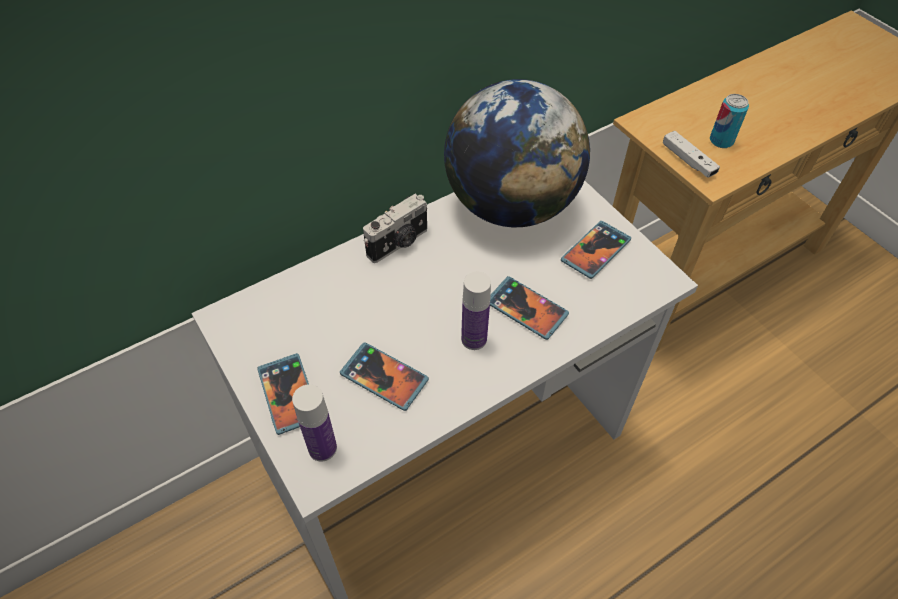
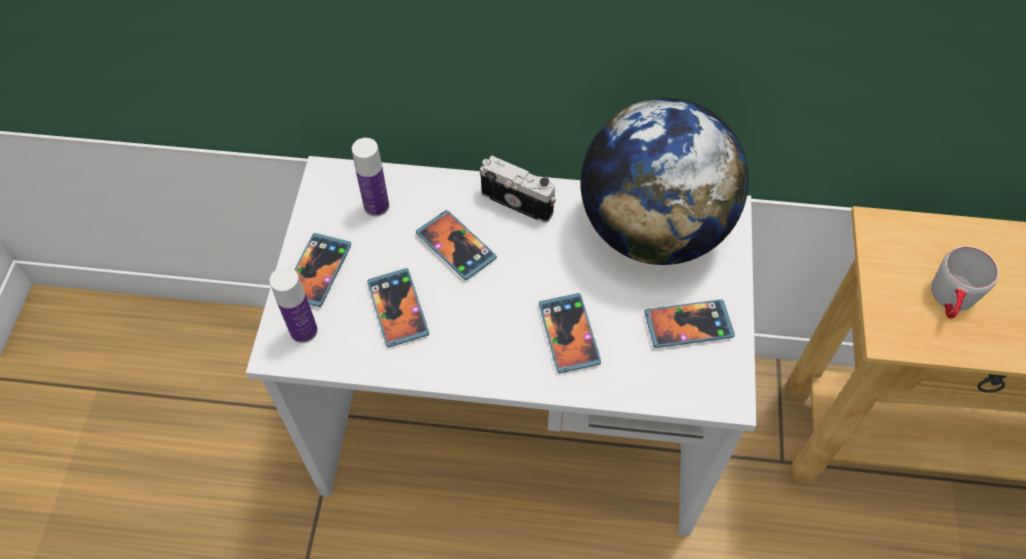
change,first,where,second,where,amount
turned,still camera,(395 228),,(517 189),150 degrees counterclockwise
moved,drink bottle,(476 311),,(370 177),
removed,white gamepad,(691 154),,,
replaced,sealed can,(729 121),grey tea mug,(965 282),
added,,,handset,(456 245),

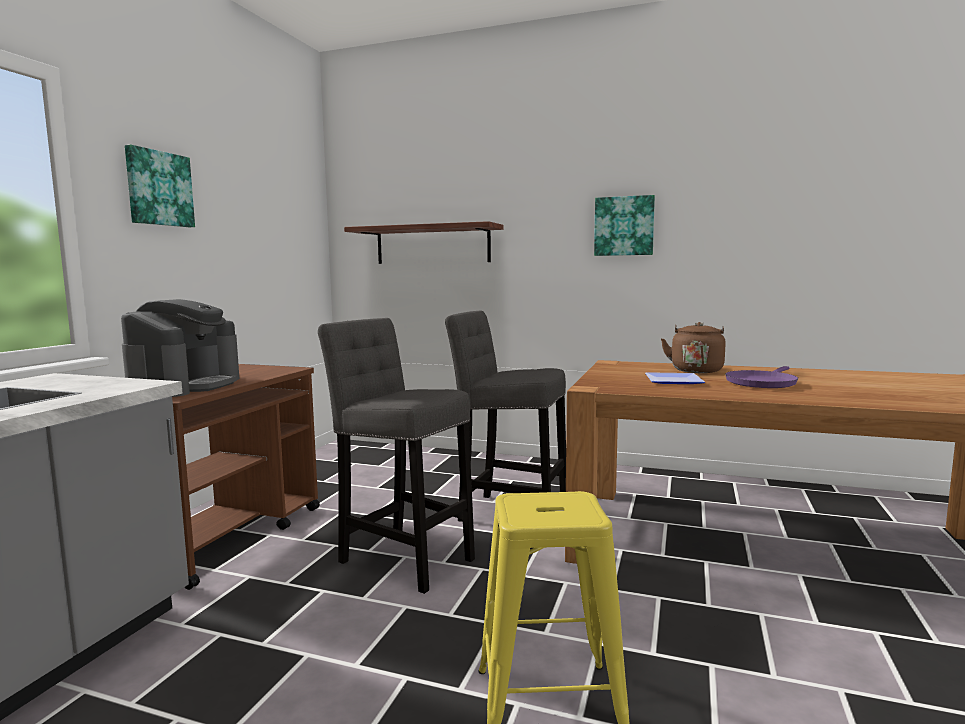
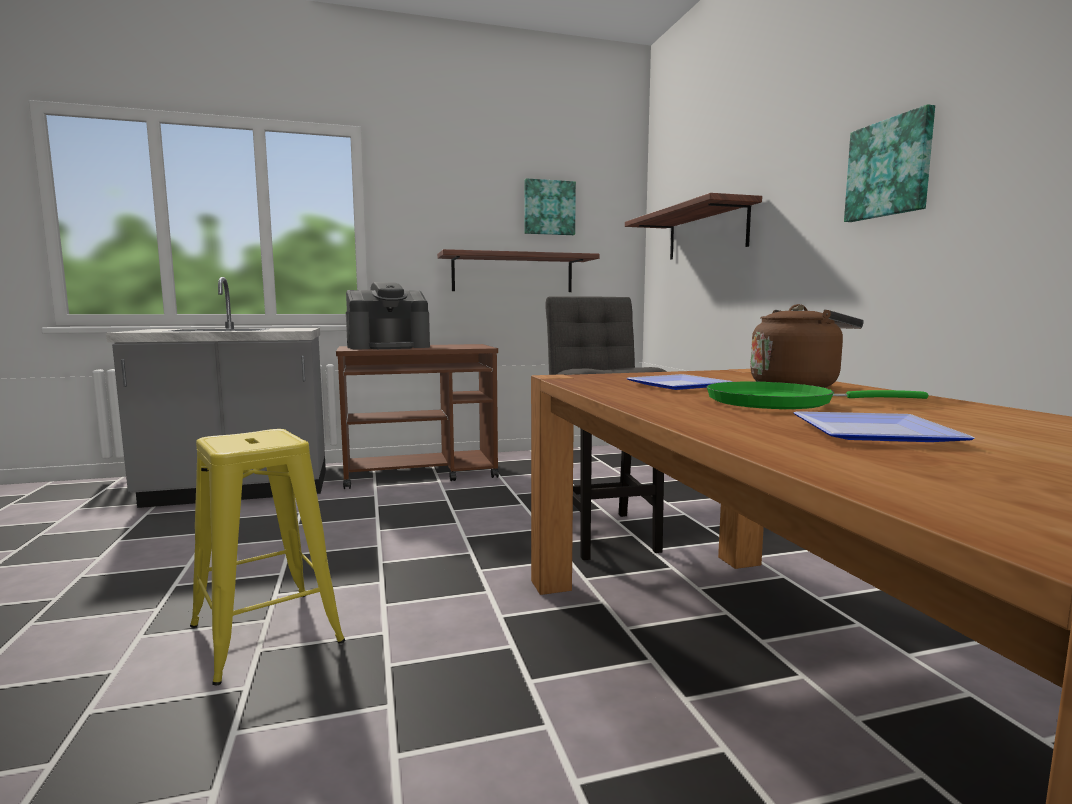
change,first,where,second,where,amount
moved,wall art,(160 185),,(550 206),
removed,grey stool,(396 456),,,
recoloured,purple-coloured frying pan,(761 377),green frying pan,(817 395),
added,,,wall shelf,(518 270),
added,,,dinner plate,(883 426),

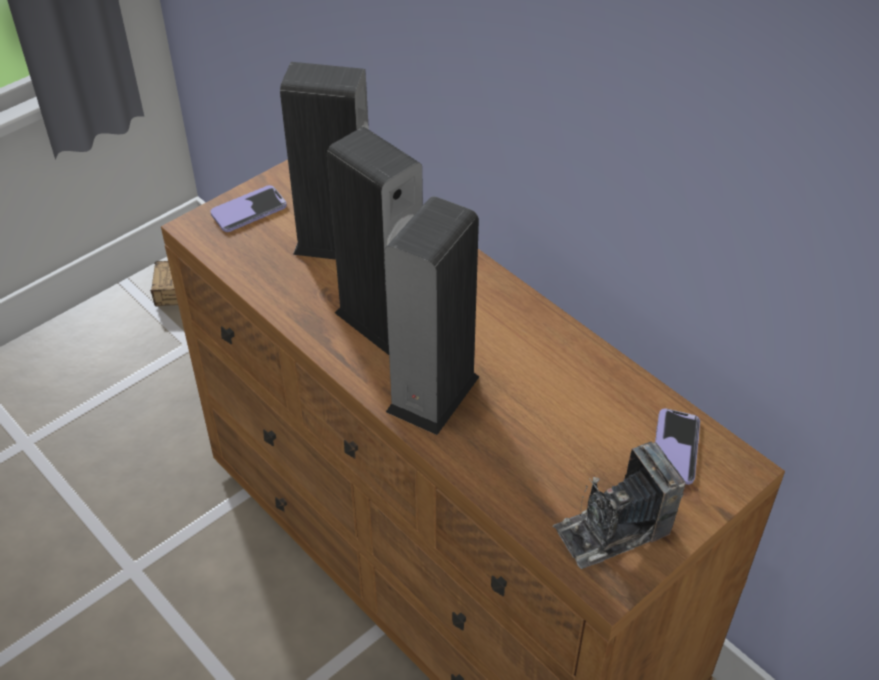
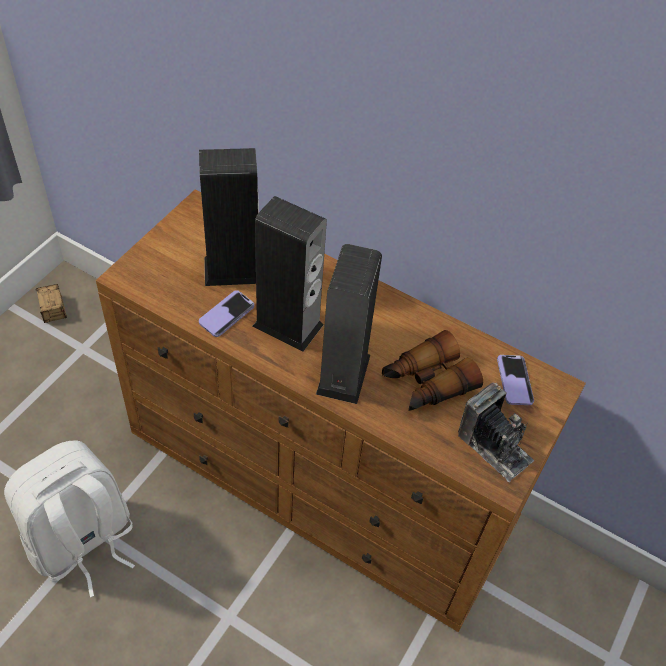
change,first,where,second,where,amount
moved,handset,(249 208),,(226 313),
turned,still camera,(619 505),,(496 432),90 degrees counterclockwise
added,,,white rucksack,(69 519),
added,,,pair of binoculars,(432 370),

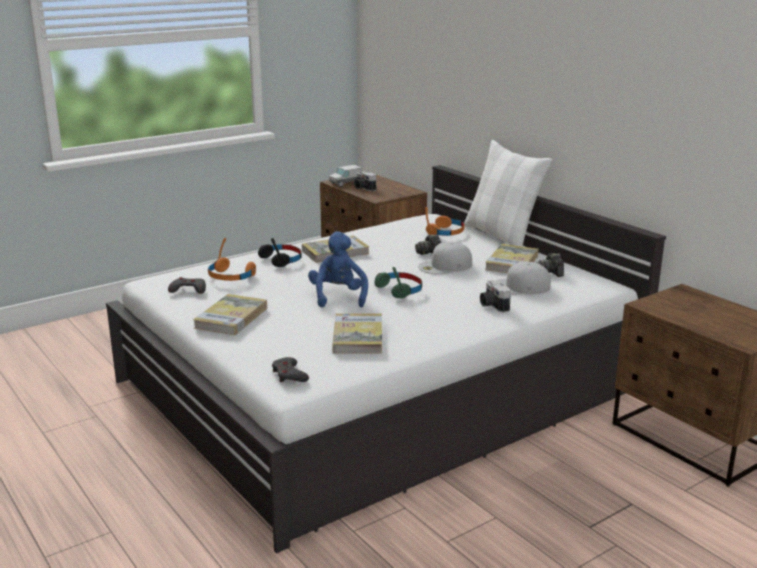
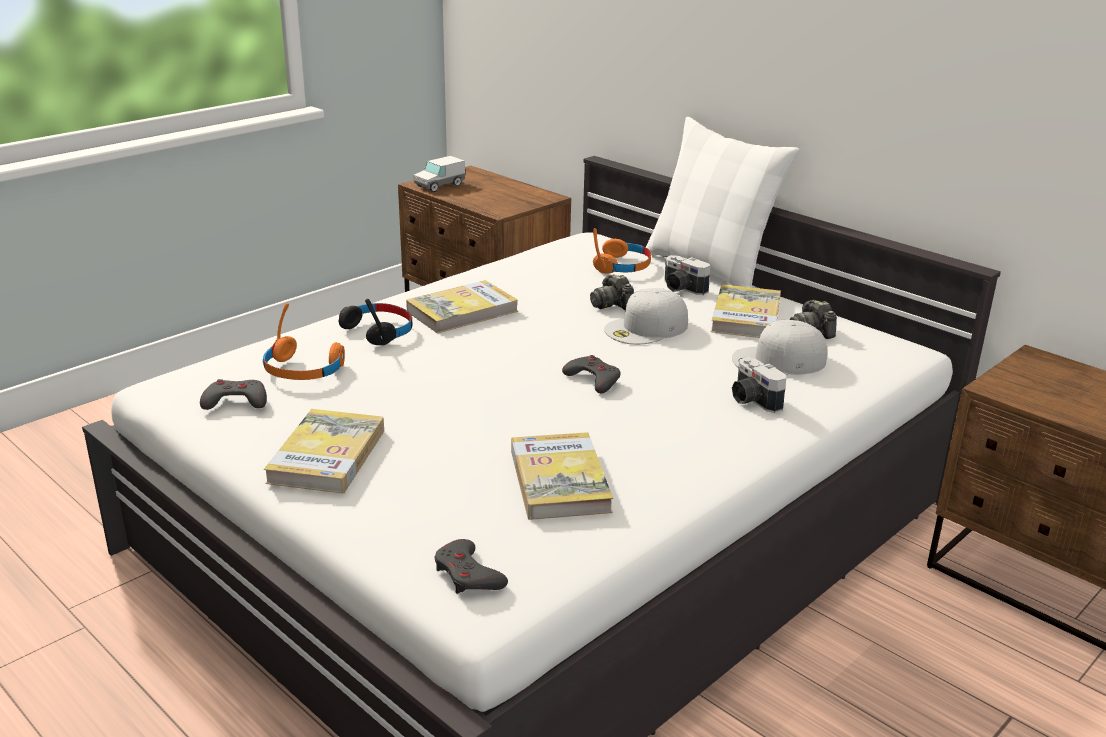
change,first,where,second,where,amount
removed,blue plush toy,(338 269),,,
moved,still camera,(365 181),,(687 275),
replaced,green headphones,(398 282),grey gamepad,(591 374),

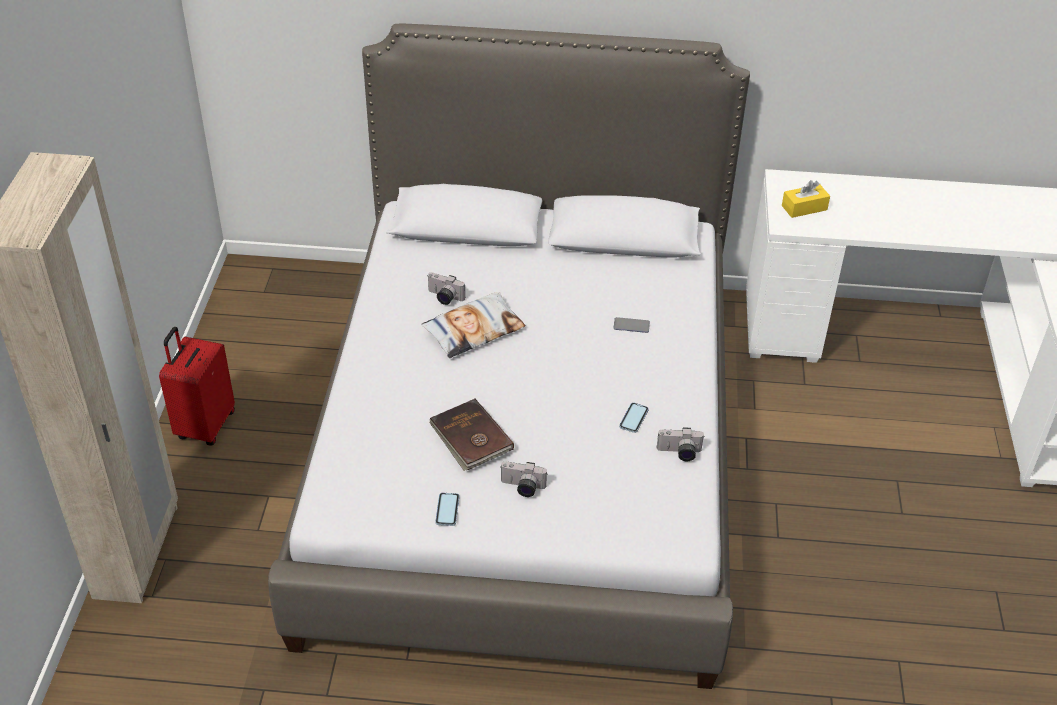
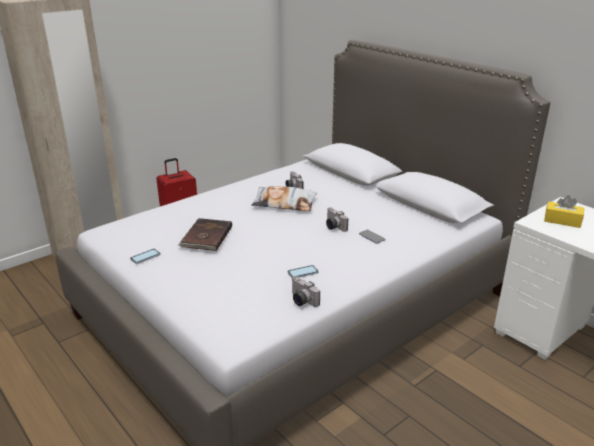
change,first,where,second,where,amount
moved,still camera,(523 479),,(337 220),

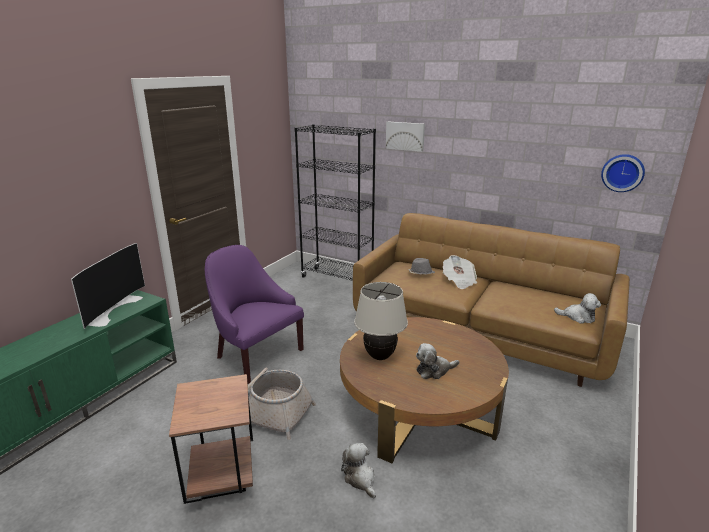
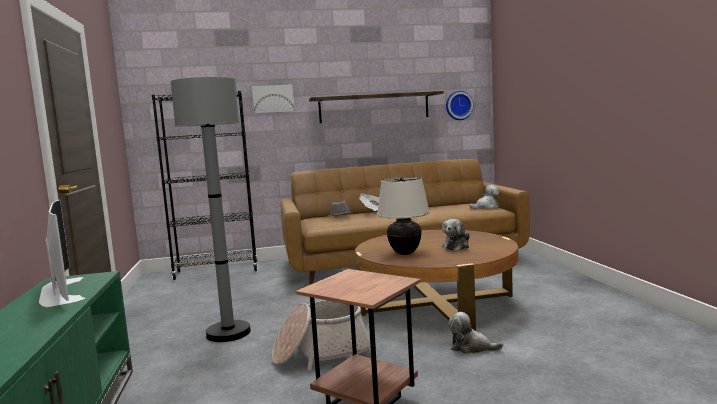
change,first,where,second,where,amount
replaced,purple-coloured lounge chair,(254 314),grey floor lamp,(210 209),
added,,,wall shelf,(376 107),

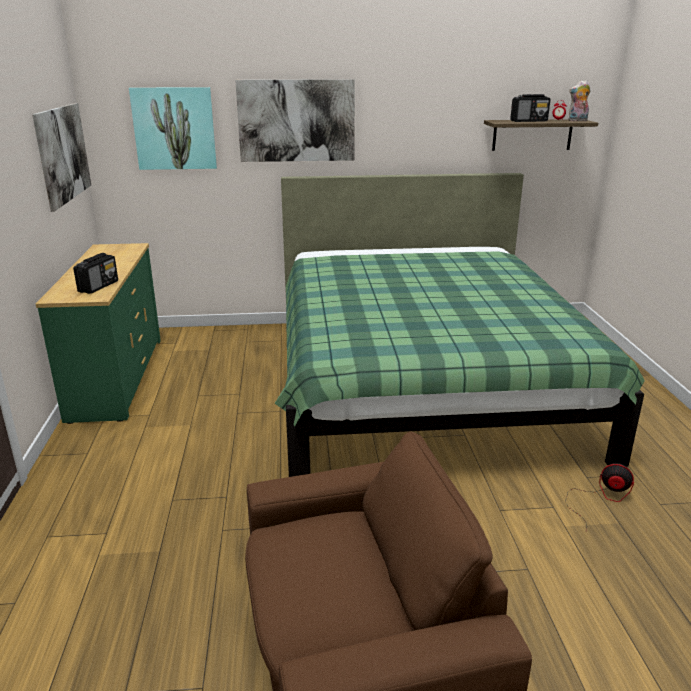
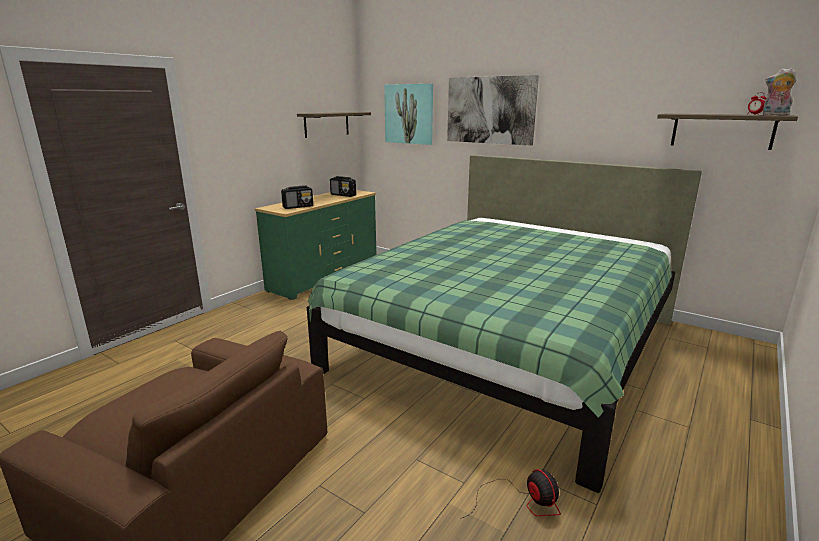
change,first,where,second,where,amount
replaced,wall art,(61 157),wall shelf,(334 125),
moved,radio receiver,(530 108),,(343 186),

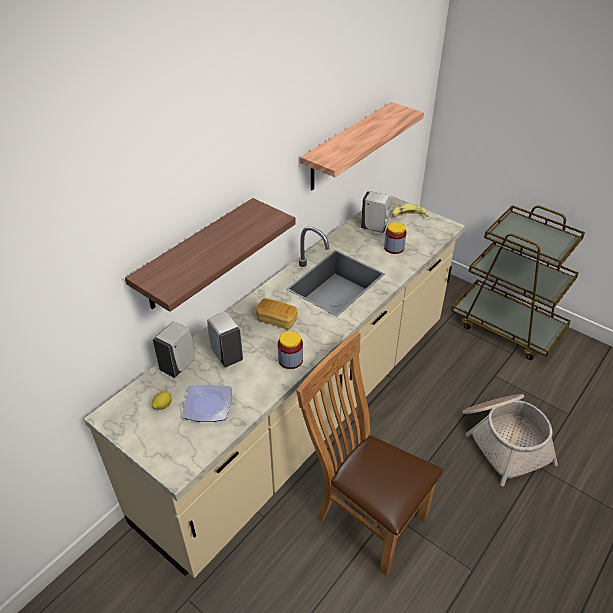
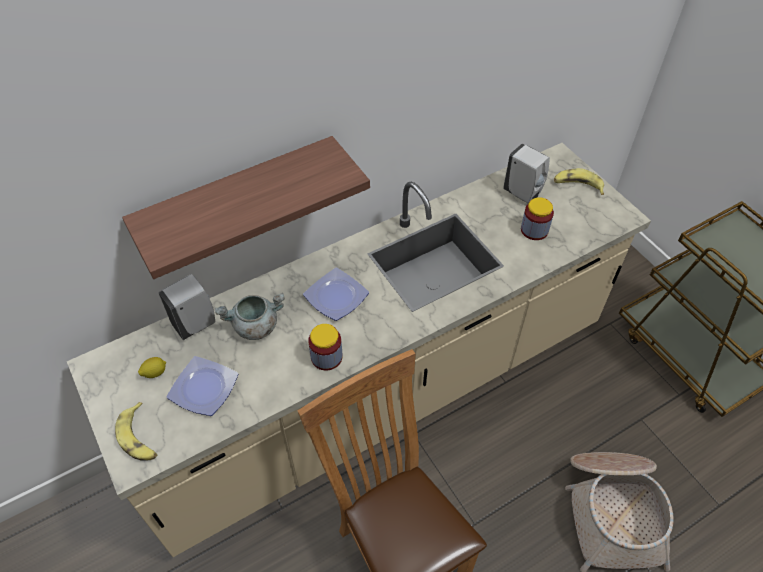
change,first,where,second,where,amount
replaced,white soap bottle,(225 339),grey cooking pot,(250 316),
replaced,bakery bread,(277 313),dinner plate,(336 294),
removed,wall shelf,(362 146),,,
added,,,banana,(136 431),

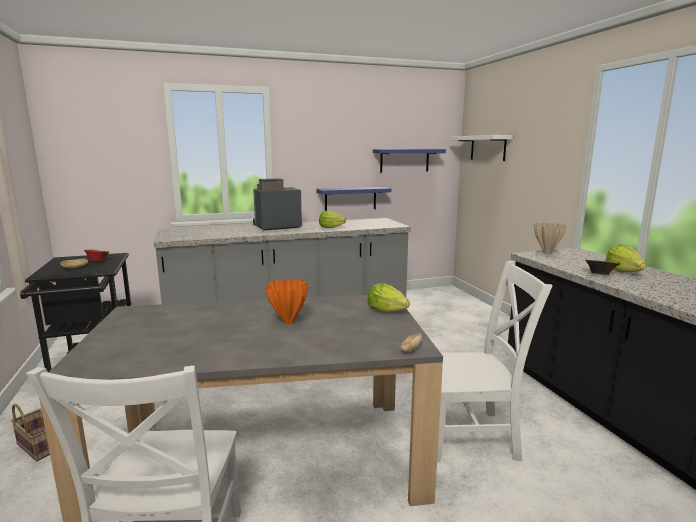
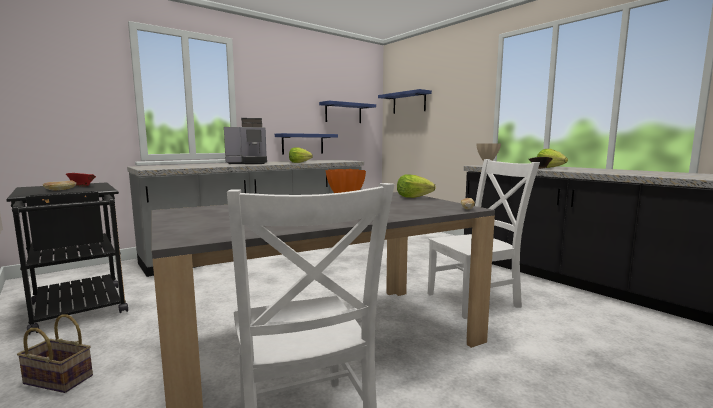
change,first,where,second,where,amount
turned,coffee maker,(277 204),,(245 141),150 degrees counterclockwise
recoloured,white wall shelf,(482 148),blue wall shelf,(405 101),

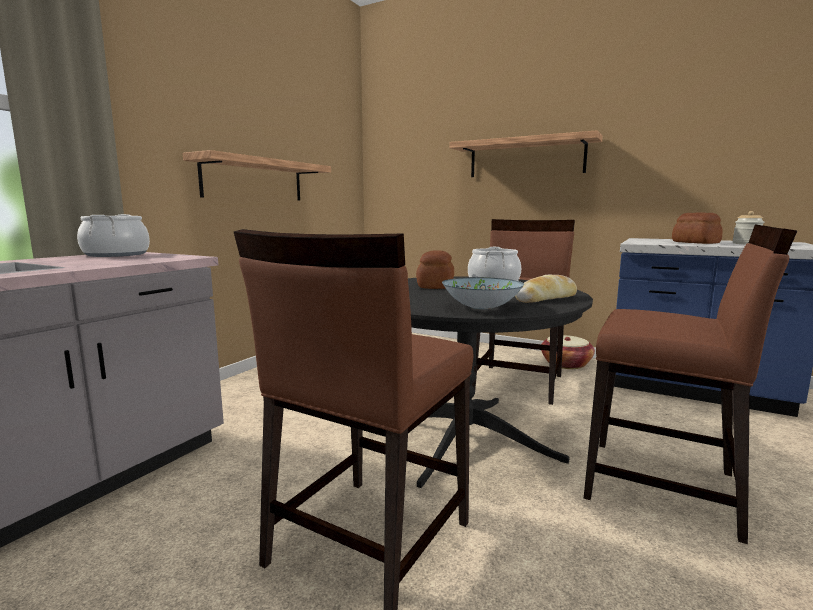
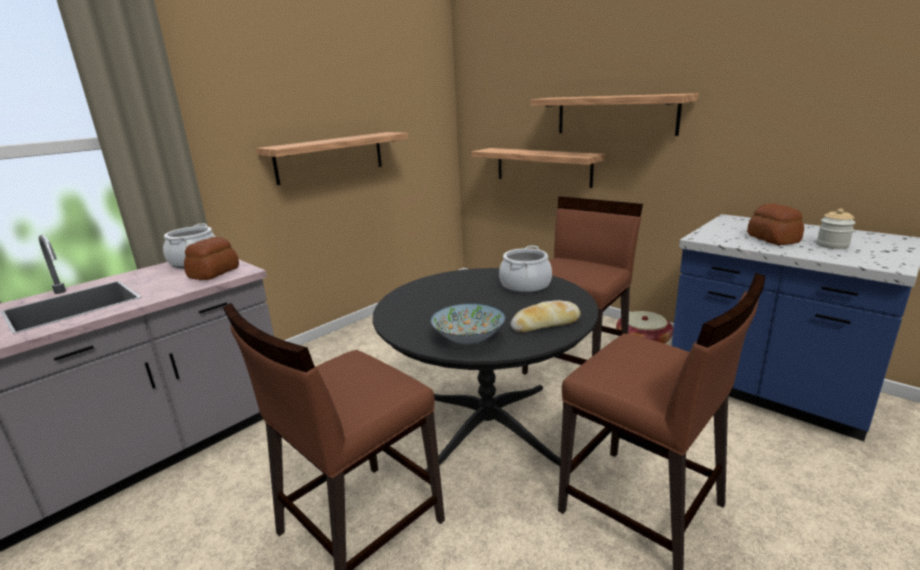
change,first,where,second,where,amount
moved,bakery bread,(435 269),,(211 258),
added,,,wall shelf,(538 168),

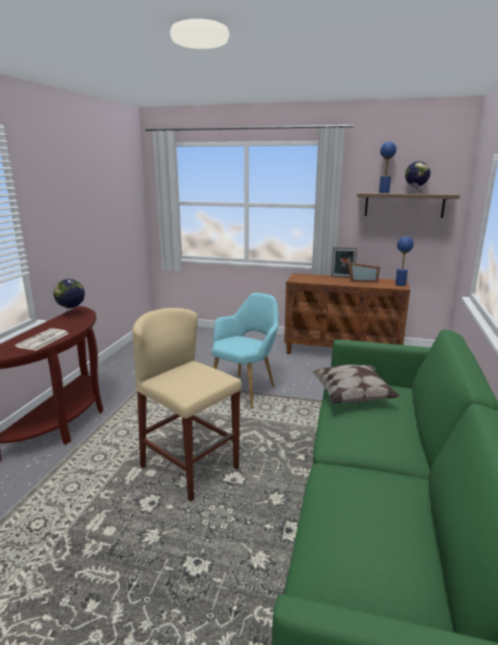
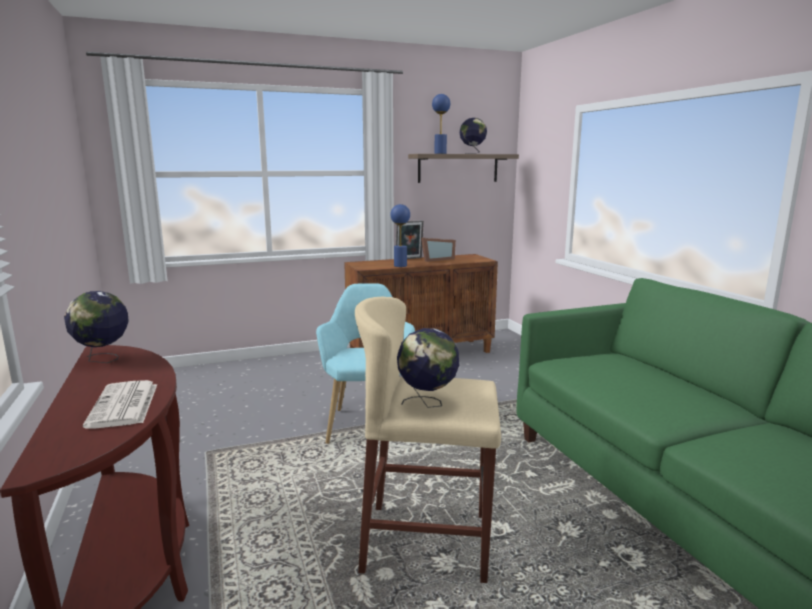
change,first,where,second,where,amount
removed,throw pillow,(355 384),,,
moved,blue table lamp,(404 261),,(400 235),
added,,,desk globe,(428 368),

